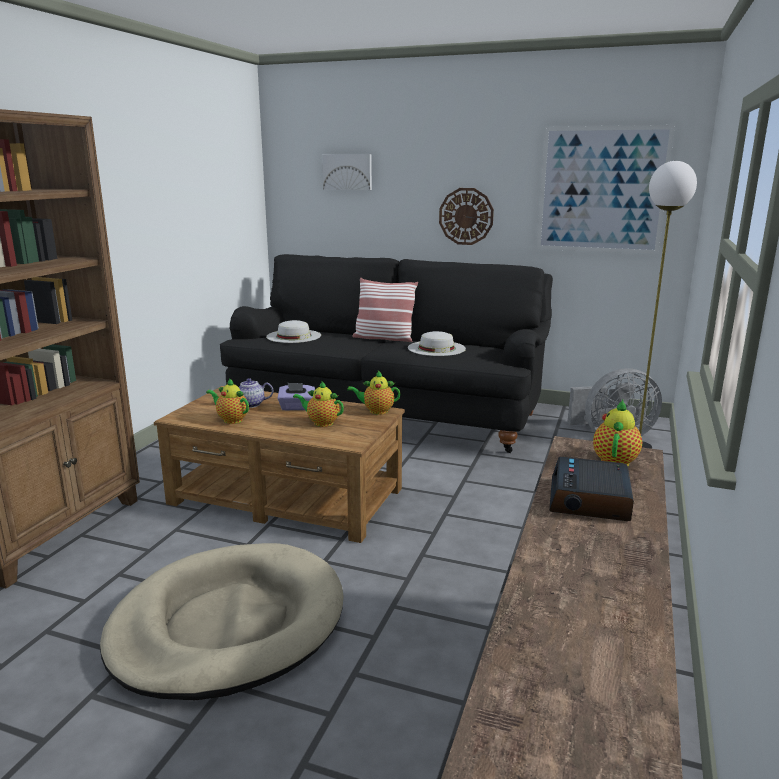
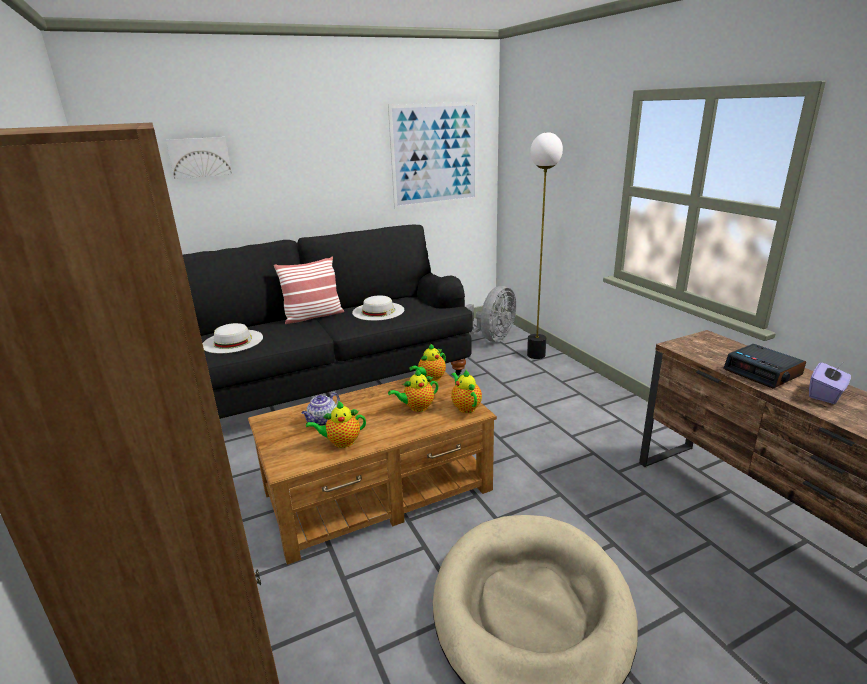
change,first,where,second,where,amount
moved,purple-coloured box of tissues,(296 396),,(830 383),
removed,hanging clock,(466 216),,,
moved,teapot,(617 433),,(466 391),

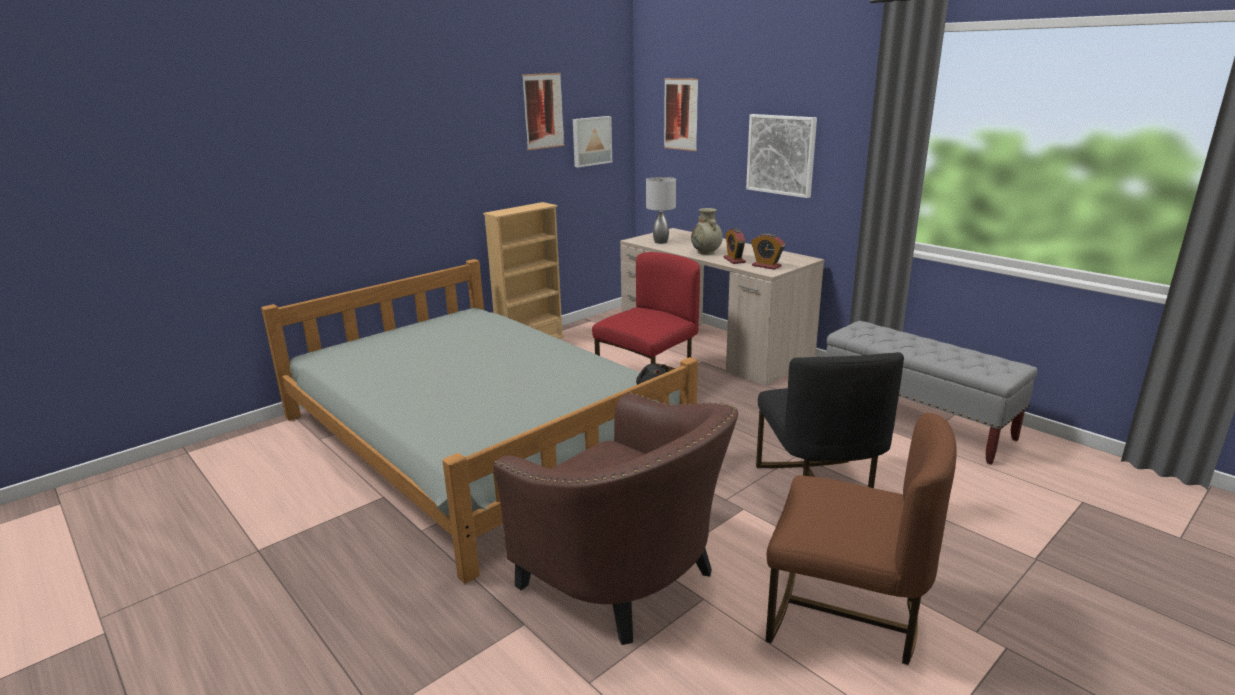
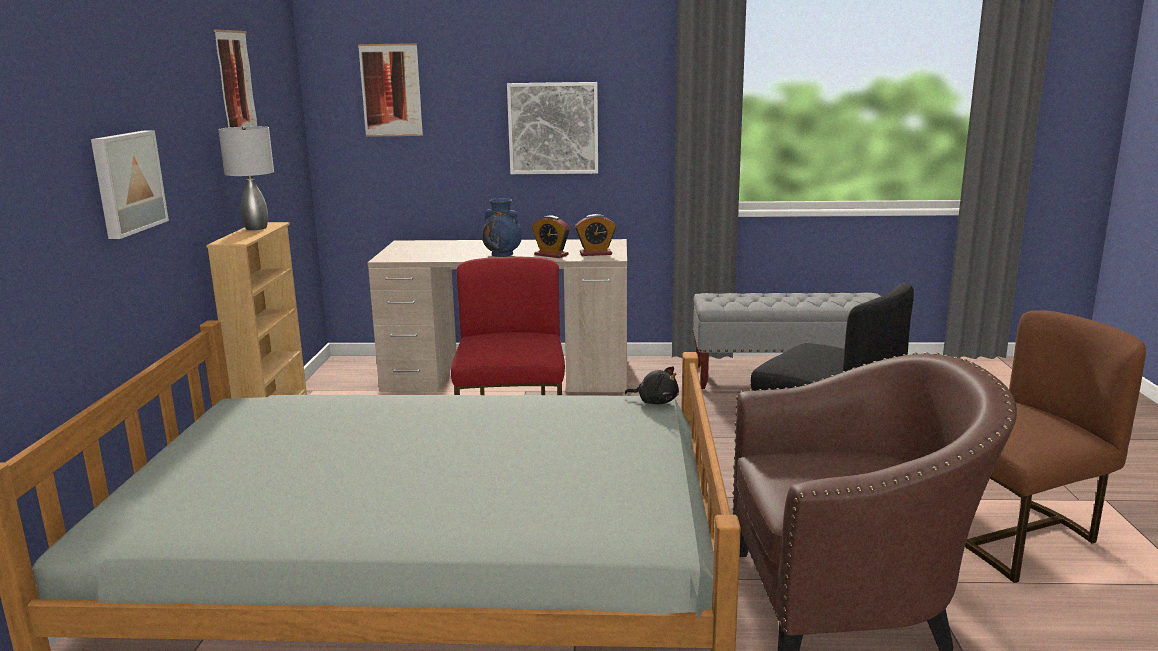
change,first,where,second,where,amount
moved,wall art,(592 141),,(130 184),
moved,grey table lamp,(661 210),,(246 178),
recoloured,beige-coloured decorative vase,(707 231),blue decorative vase,(502 227),

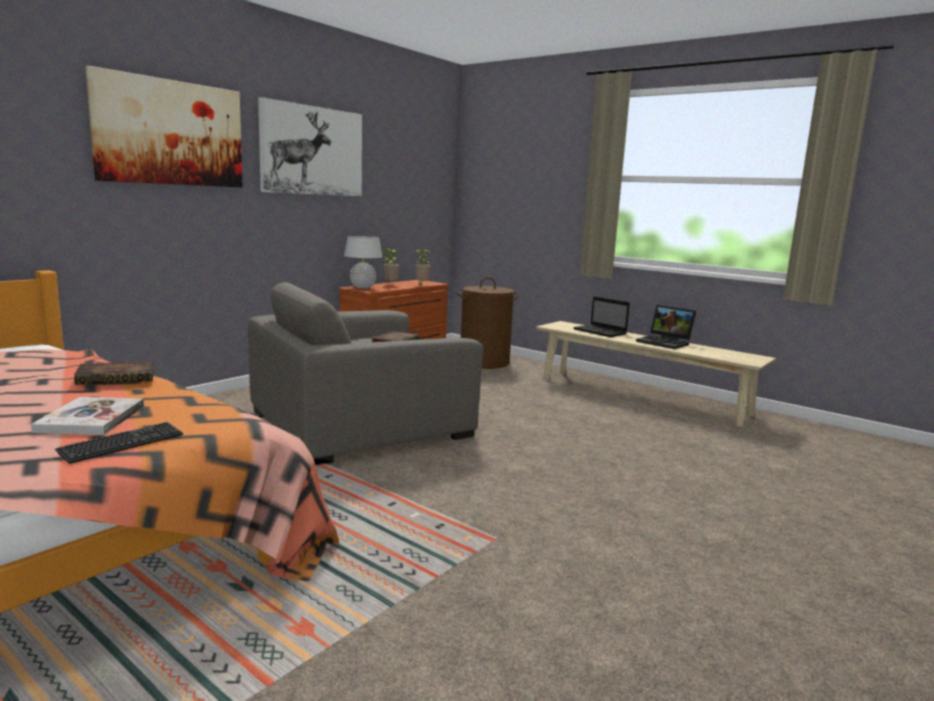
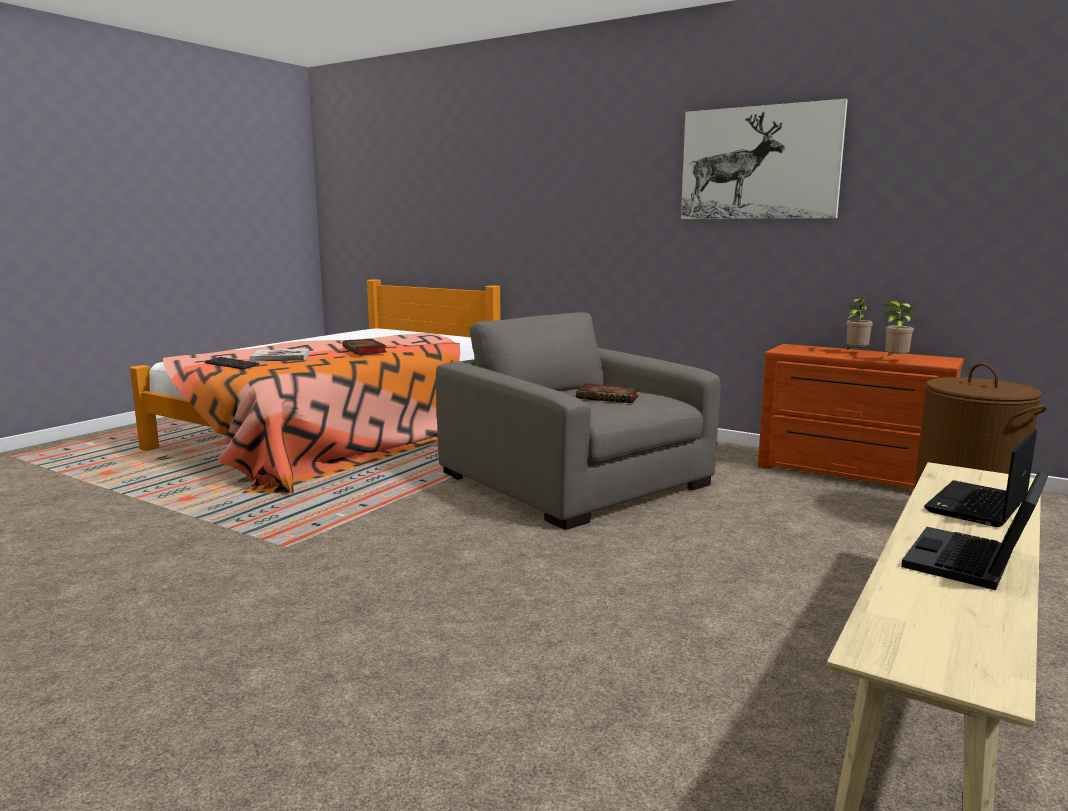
change,first,where,second,where,amount
removed,wall art,(164 126),,,
removed,white table lamp,(363 262),,,

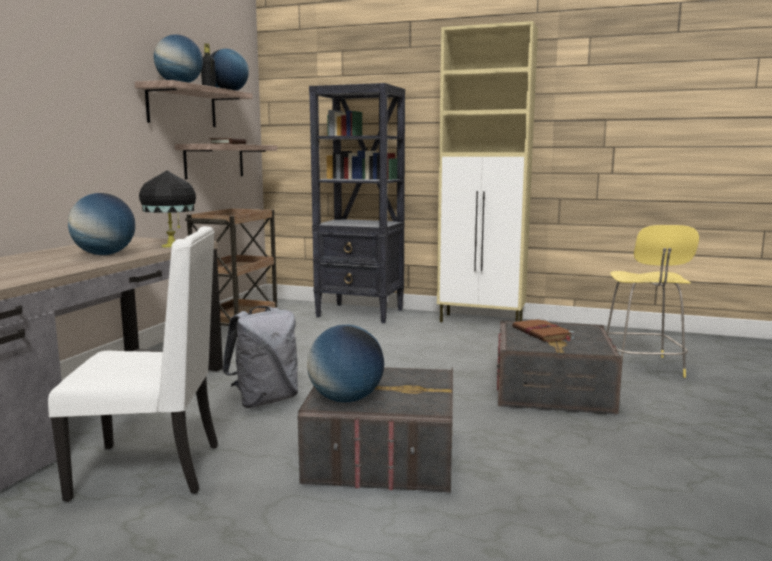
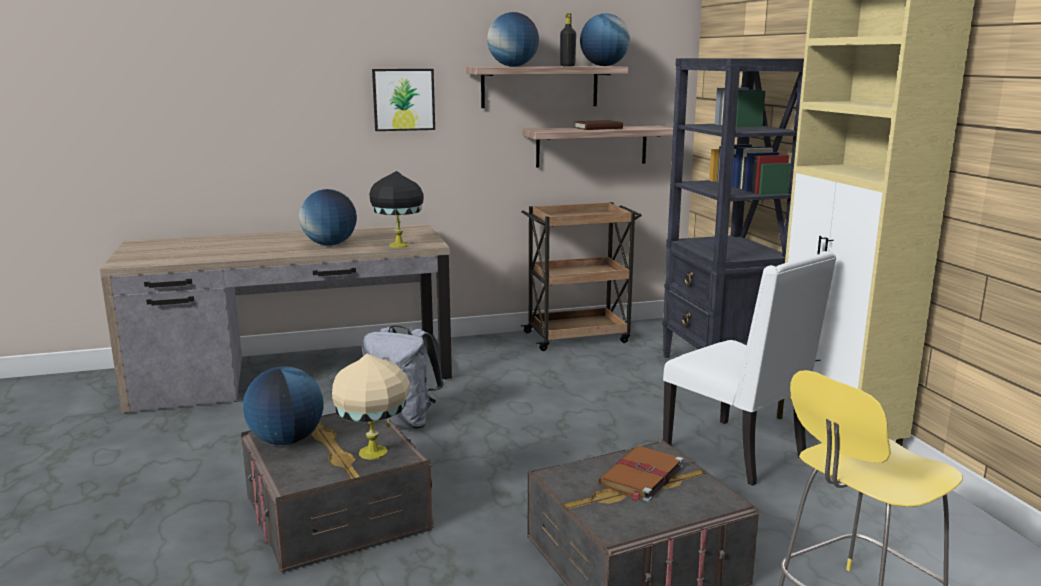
change,first,where,second,where,amount
moved,white chair,(133 363),,(749 368),
added,,,beige-coloured table lamp,(371 407),
added,,,wall art,(403 100),

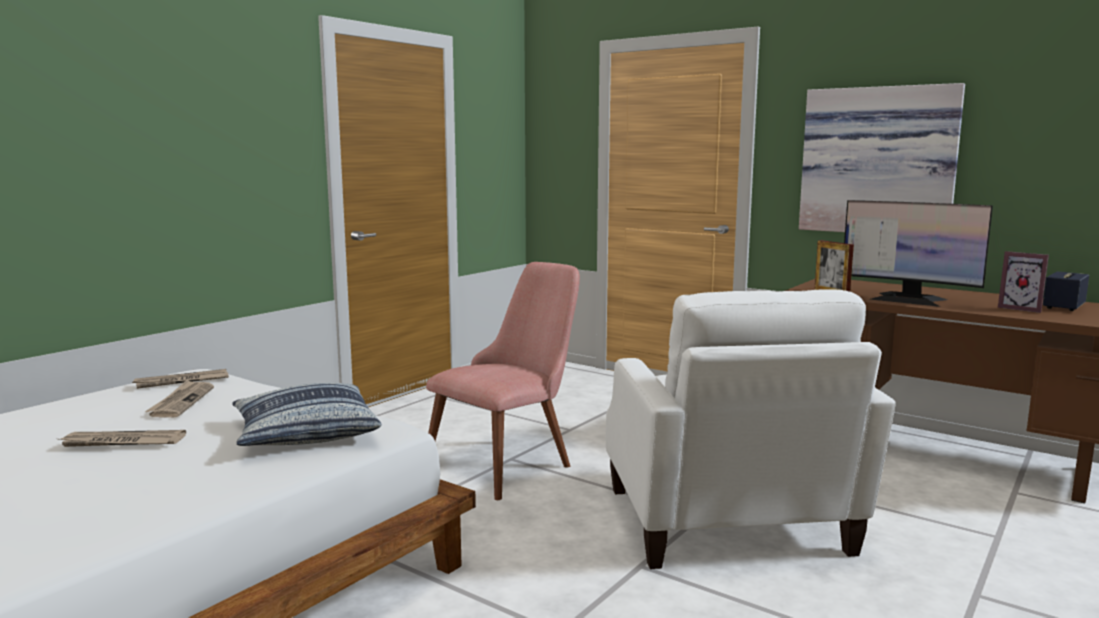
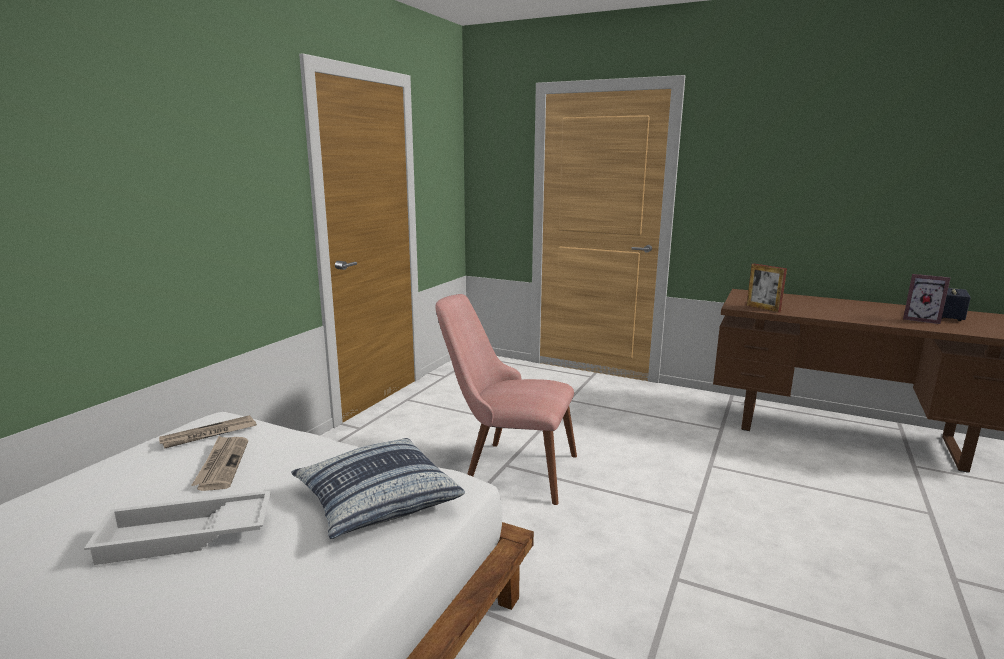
change,first,where,second,where,amount
replaced,printed paper,(122 438),white tray,(177 528),
turned,pink-coloured chair,(503 381),,(506 399),105 degrees counterclockwise
removed,white lounge chair,(751 429),,,
removed,wall art,(882 157),,,
removed,computer screen,(918 253),,,

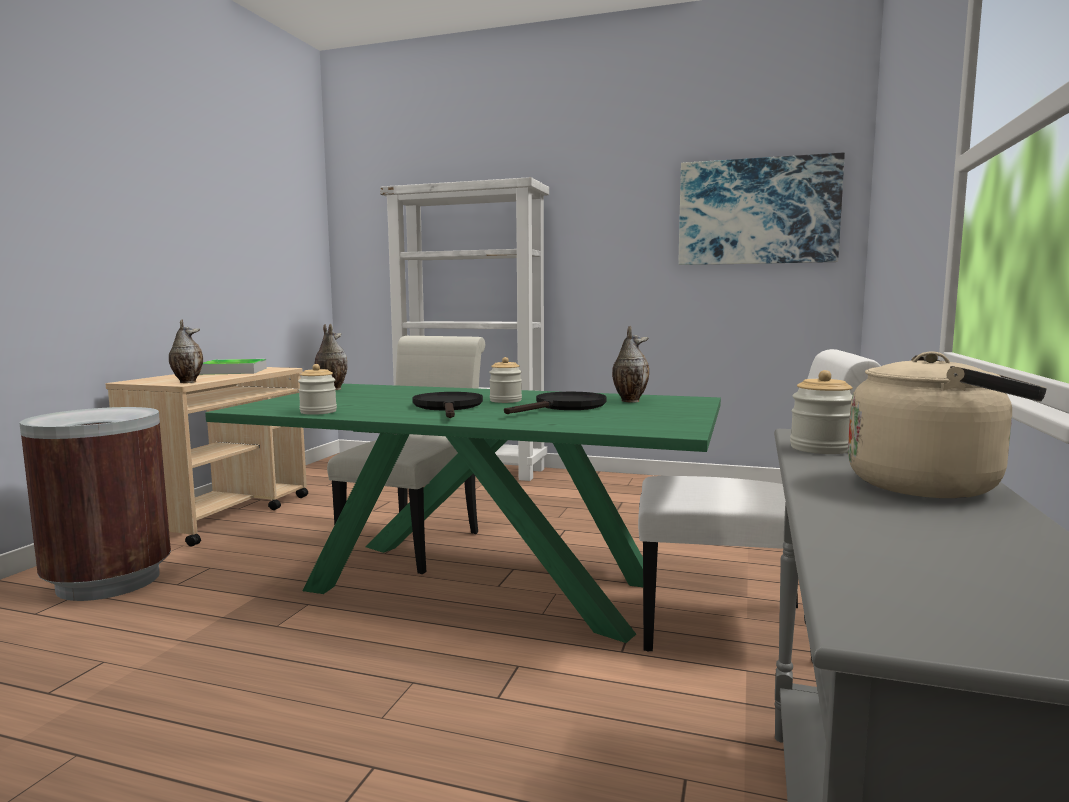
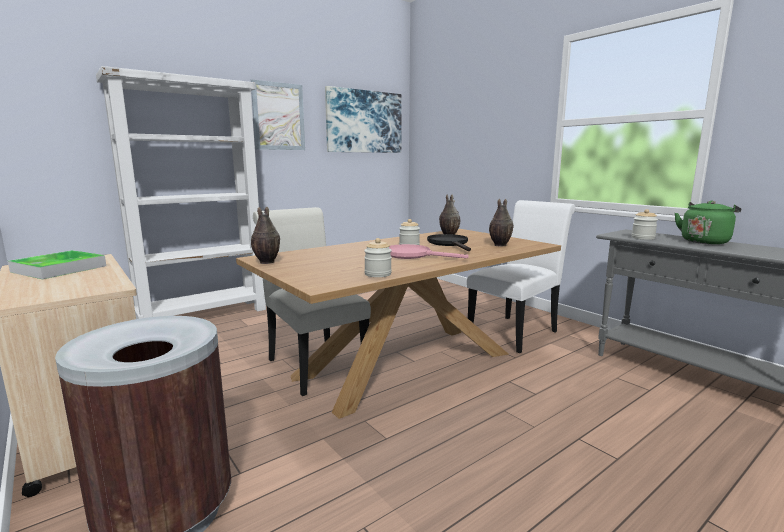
change,first,where,second,where,amount
moved,decorative vase,(186 351),,(501 222),
recoloured,green dinner table,(463 513),brown-coloured dinner table,(398 324),
recoloured,black-coloured frying pan,(447 405),pink-coloured frying pan,(429 251),
recoloured,beige-coloured kettle,(947 425),green kettle,(708 222),
added,,,wall art,(278 114),

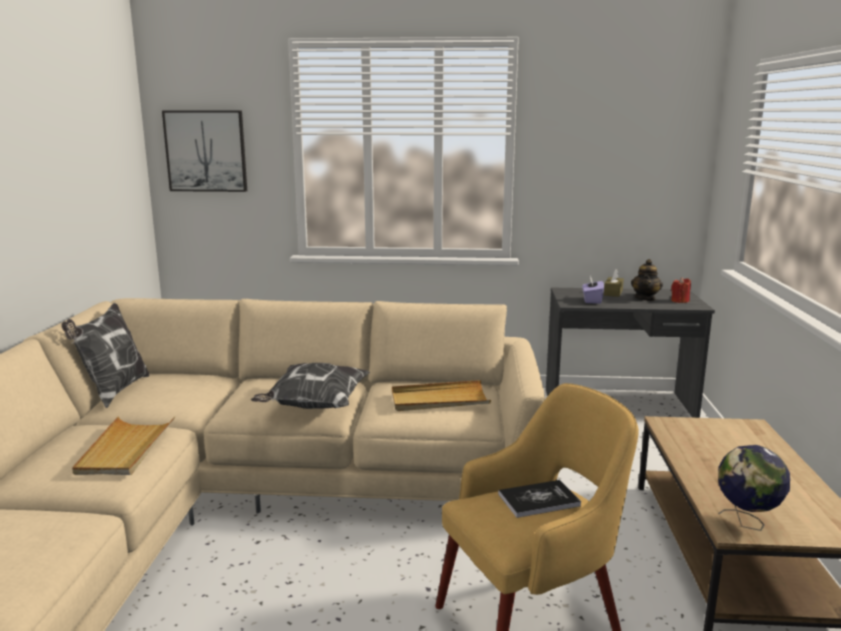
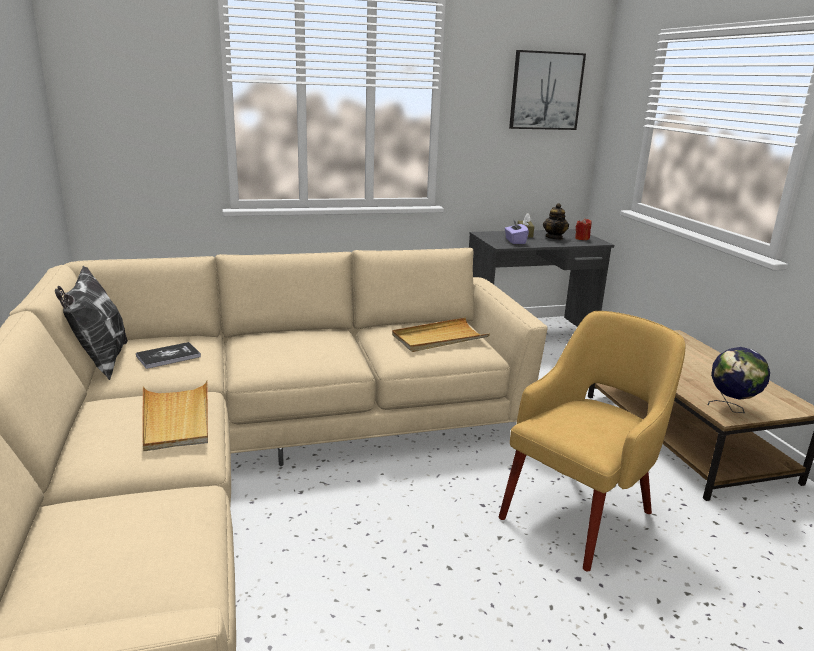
change,first,where,second,where,amount
moved,wall art,(204 151),,(547 90),
removed,throw pillow,(310 386),,,
moved,book,(539 499),,(168 355),

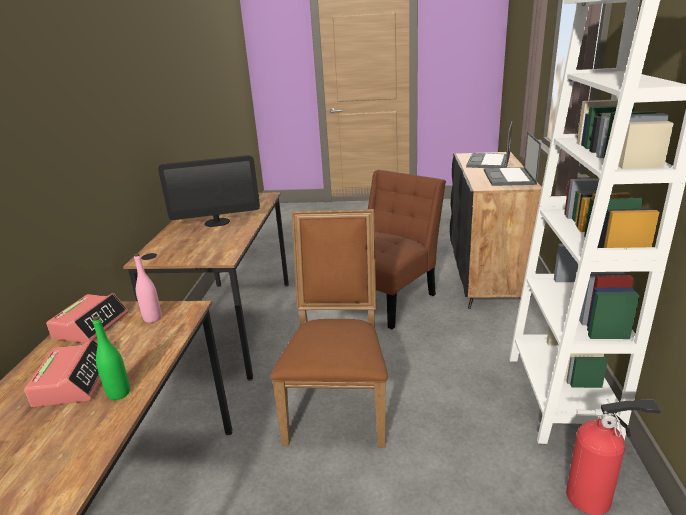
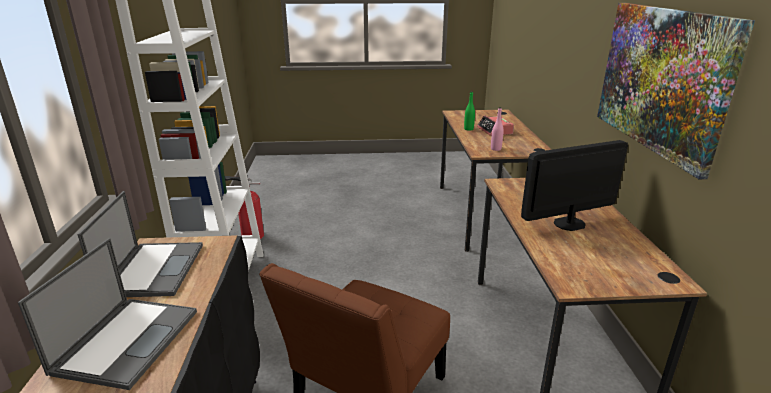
change,first,where,second,where,amount
removed,bedside clock,(87 318),,,
removed,brown-coloured chair,(329 328),,,
added,,,wall art,(676 91),

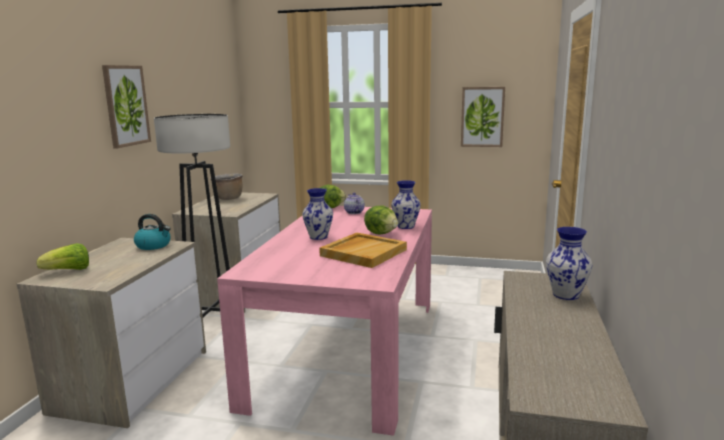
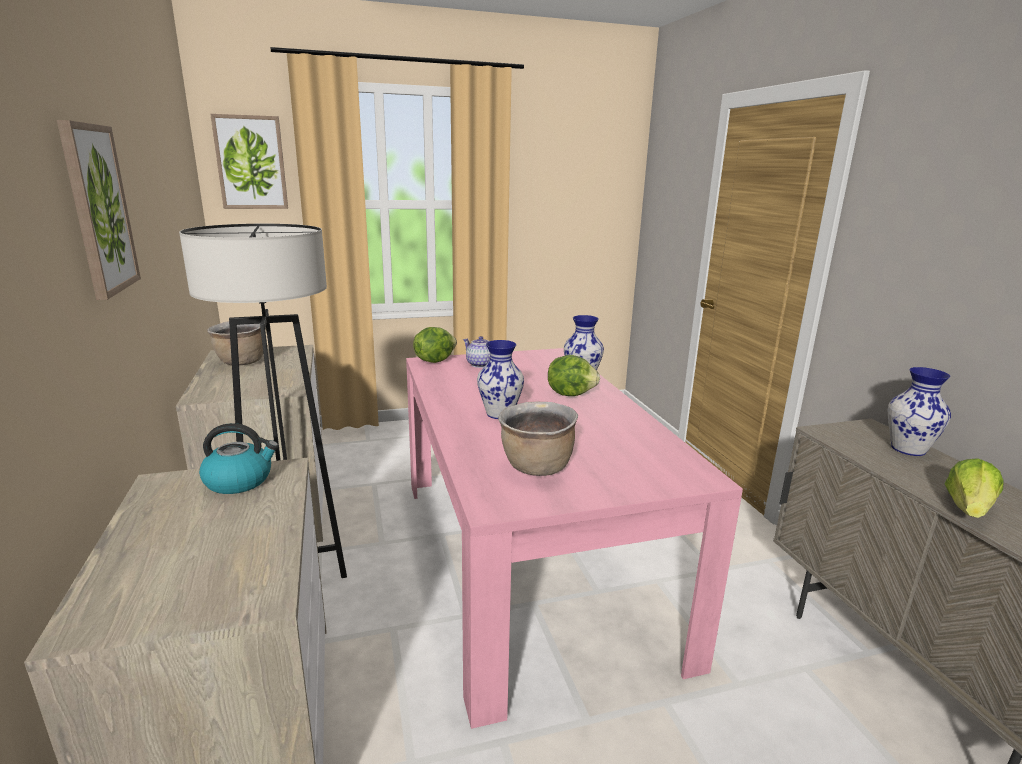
change,first,where,second,where,amount
moved,lettuce,(63 256),,(974 488),
removed,beige-coloured tray,(363 250),,,
moved,wall art,(483 117),,(249 161),
added,,,brown-coloured cooking pot,(538 439),

